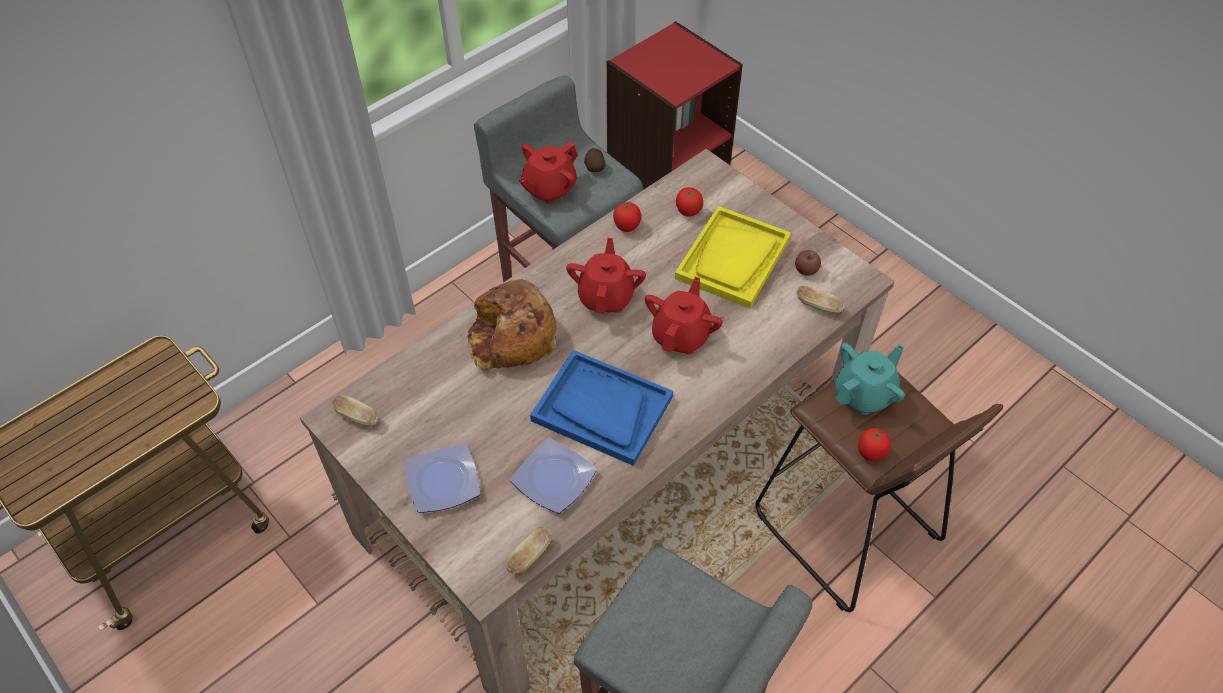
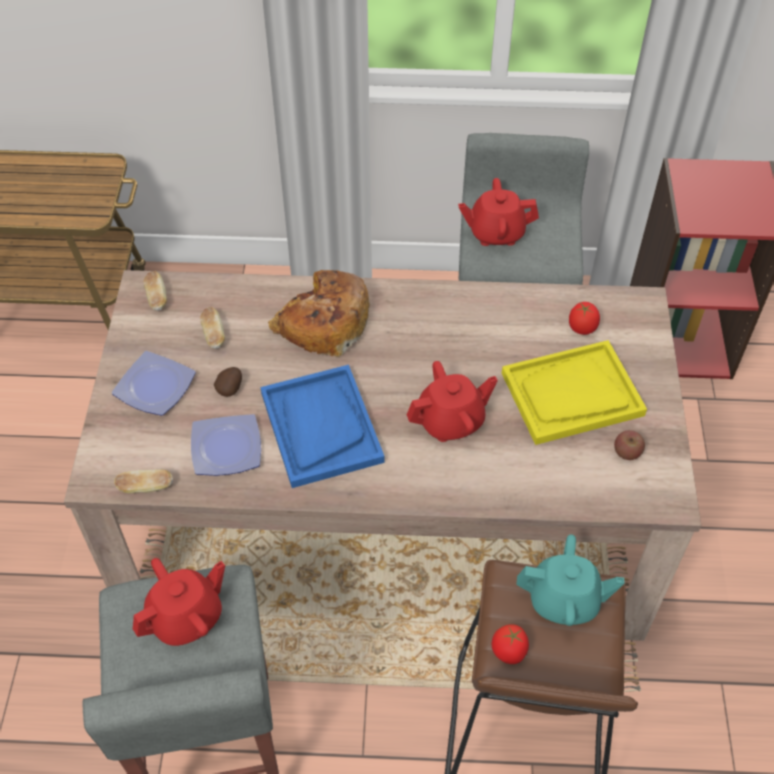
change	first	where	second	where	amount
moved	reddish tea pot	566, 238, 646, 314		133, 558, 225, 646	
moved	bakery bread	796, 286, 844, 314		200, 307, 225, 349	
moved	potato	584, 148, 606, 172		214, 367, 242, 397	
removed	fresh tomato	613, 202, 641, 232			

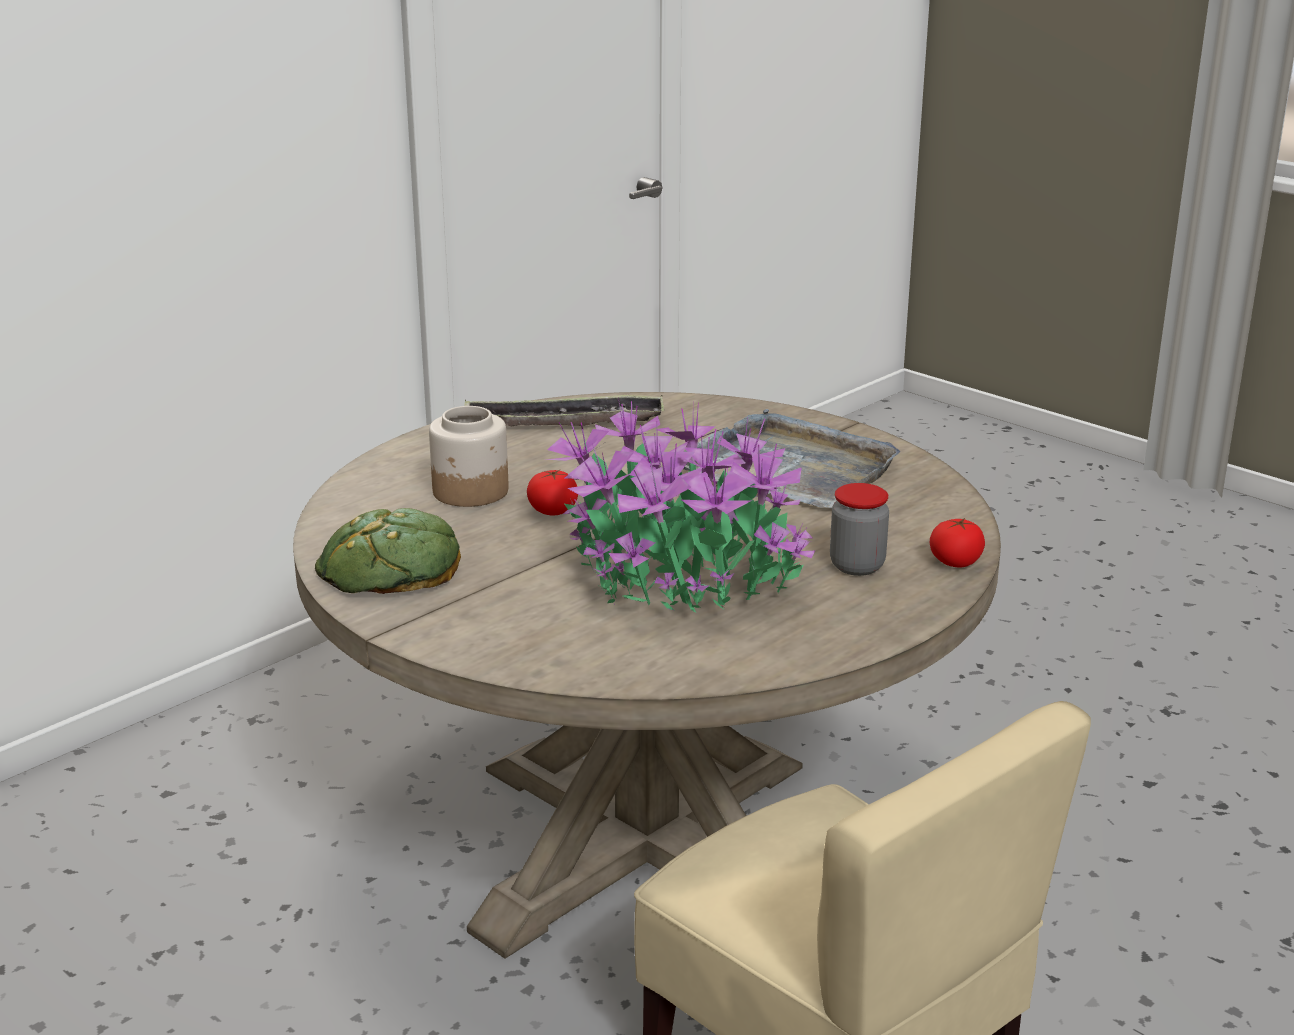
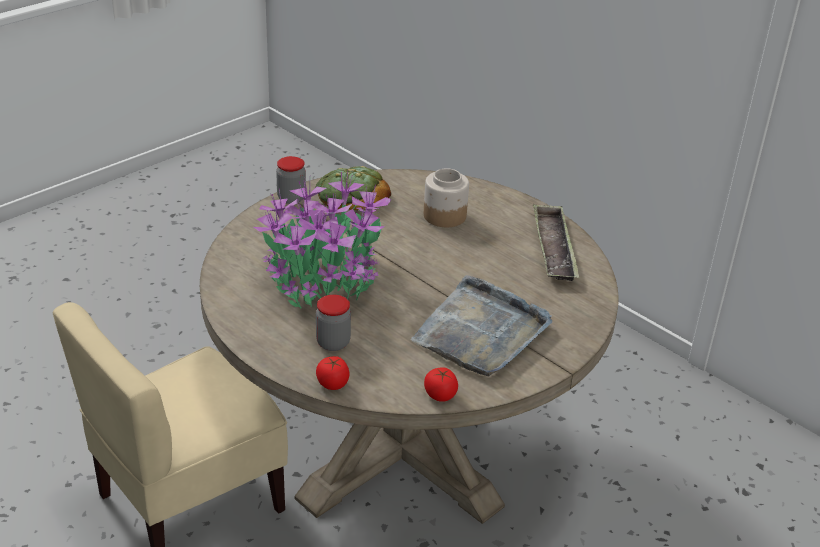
change	first	where	second	where	amount
added			storage jar	276, 156, 306, 204	
moved	fresh tomato	527, 469, 578, 515		424, 367, 458, 402	

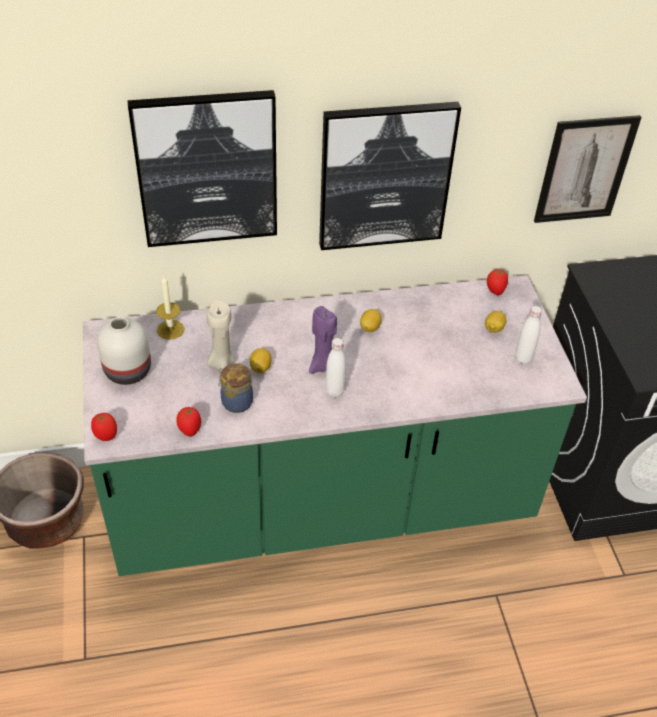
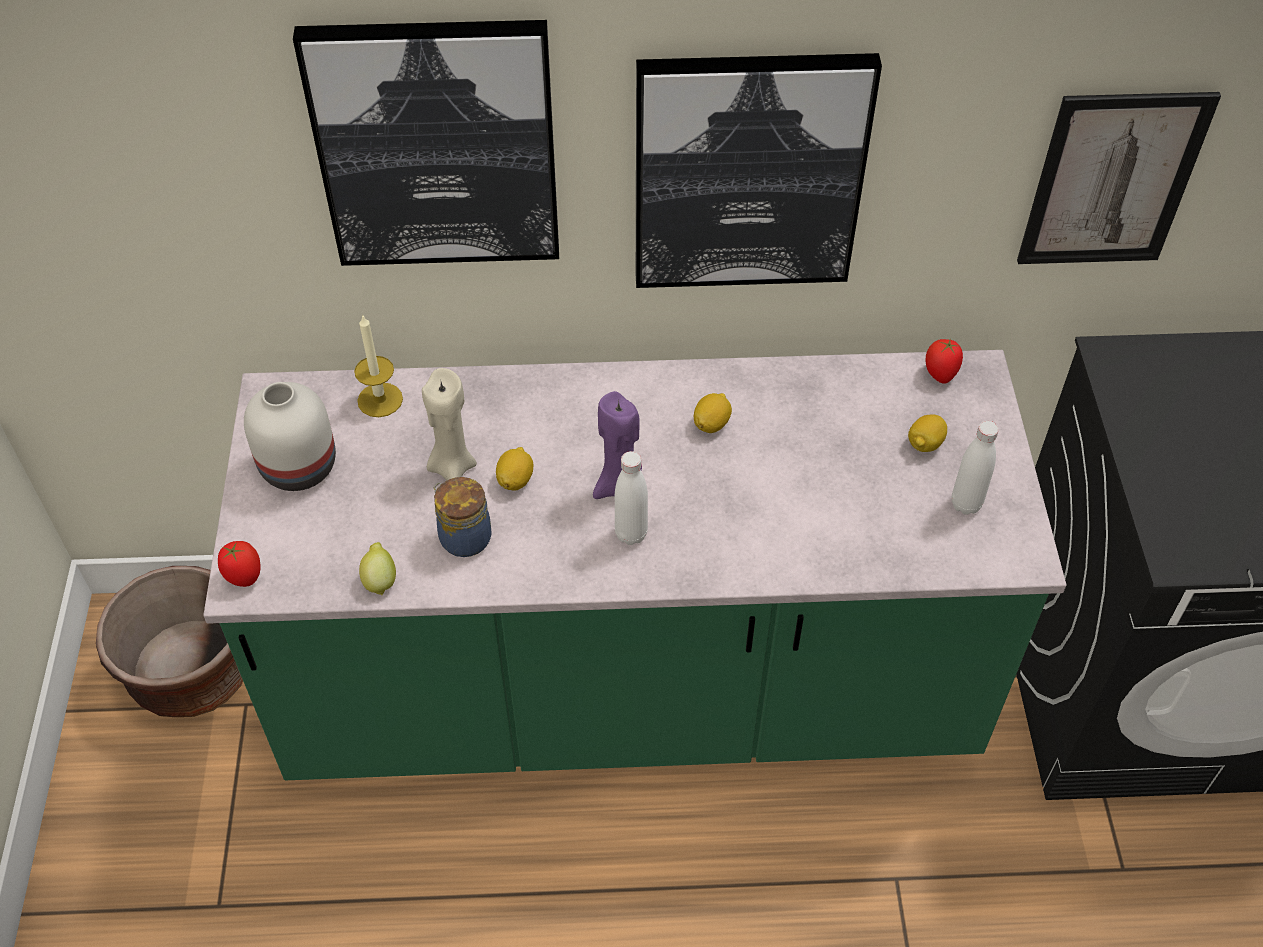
change	first	where	second	where	amount
replaced	fresh tomato	177, 407, 201, 437	lemon	359, 542, 396, 596	

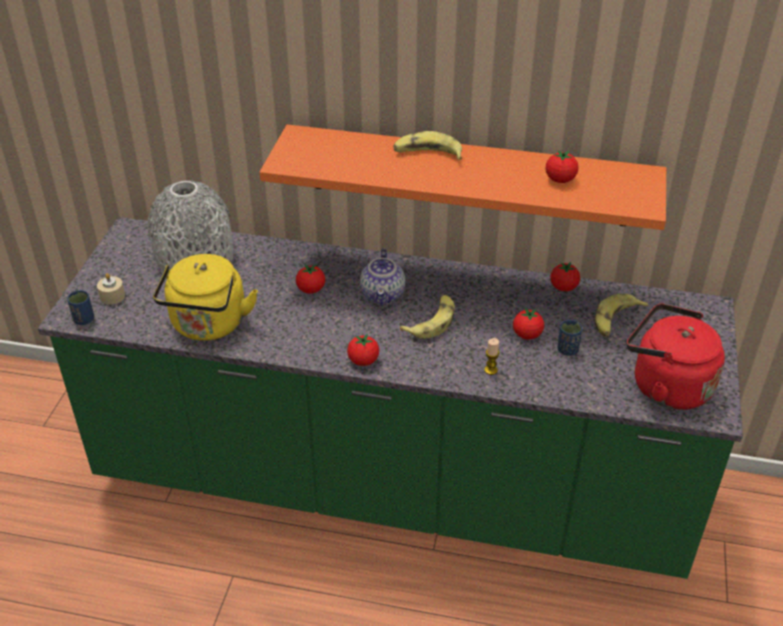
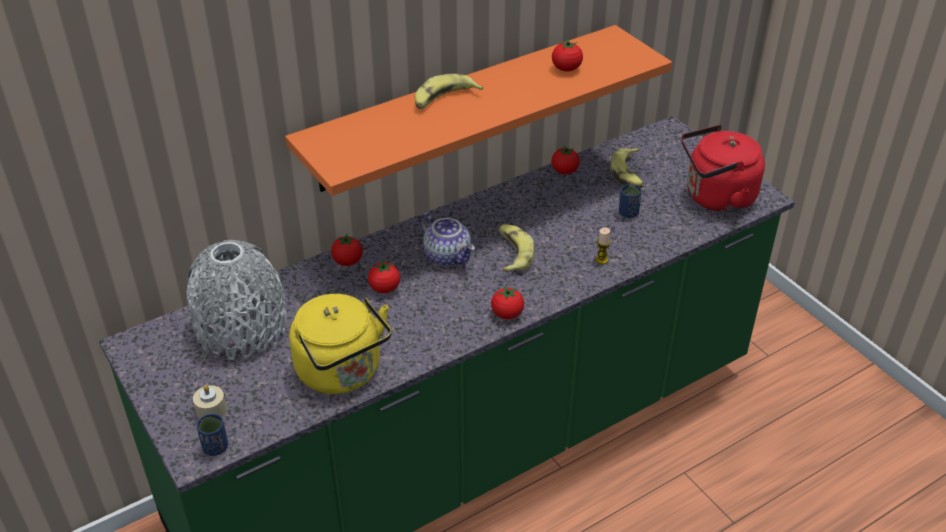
change	first	where	second	where	amount
moved	fresh tomato	513, 307, 544, 340		331, 234, 363, 266	

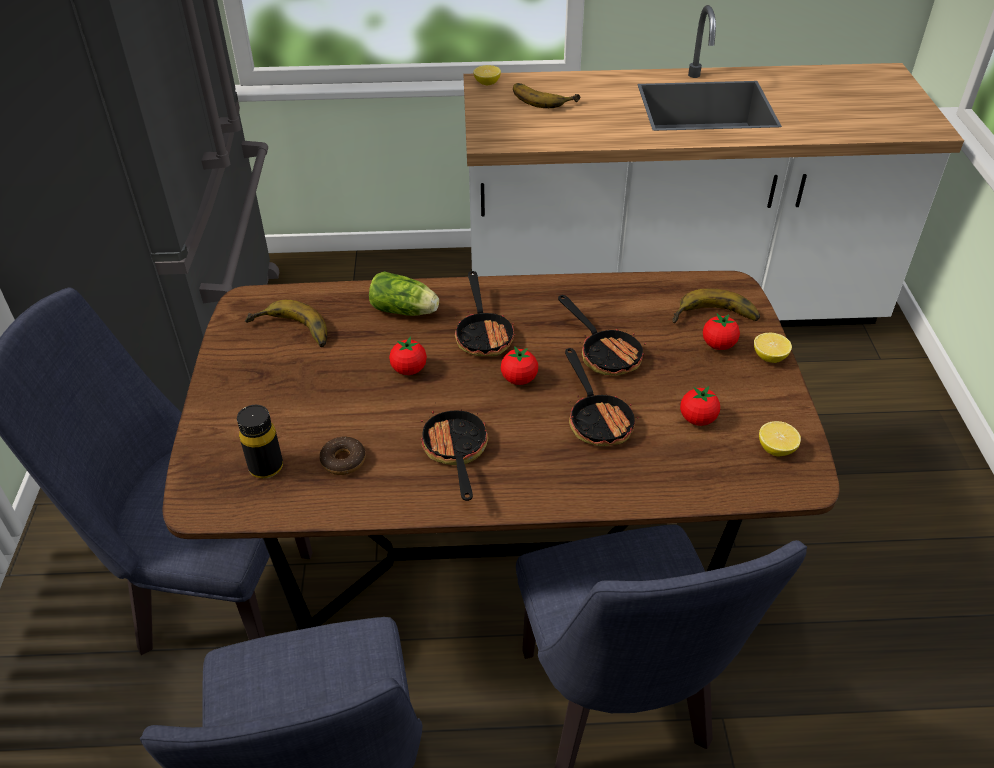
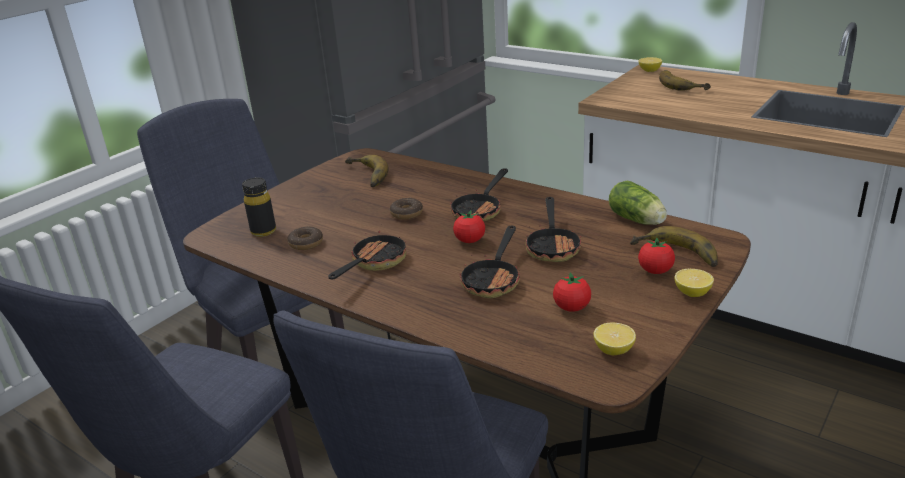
change	first	where	second	where	amount
replaced	fresh tomato	389, 336, 427, 375	ring doughnut	390, 198, 423, 219	
moved	lettuce	369, 271, 439, 316		609, 181, 667, 225	

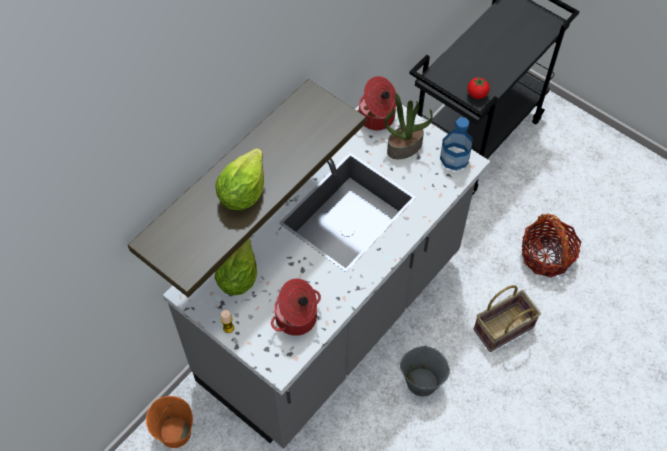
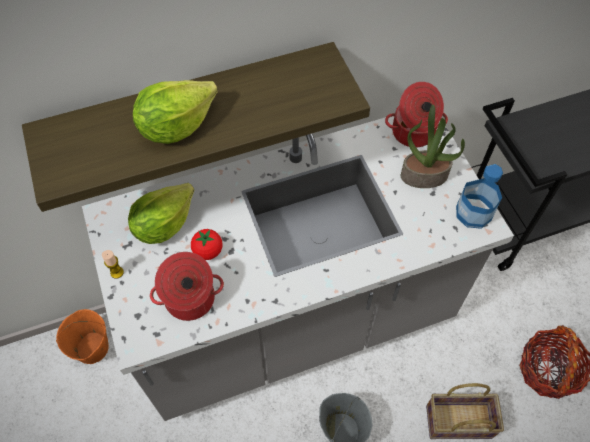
change	first	where	second	where	amount
moved	fresh tomato	467, 77, 490, 99		191, 229, 222, 260	

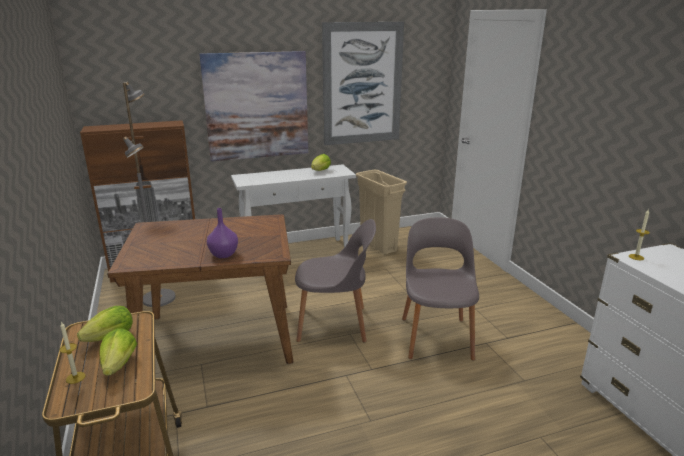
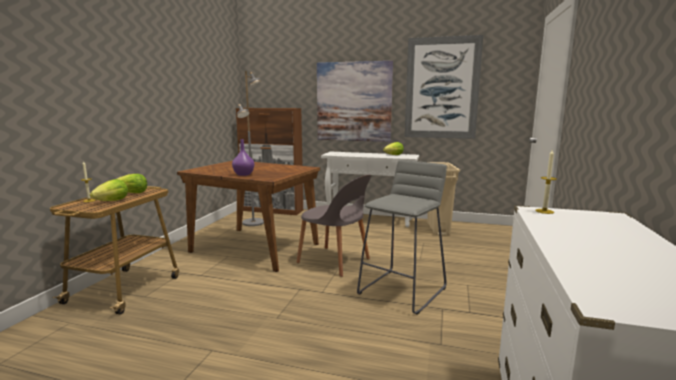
change	first	where	second	where	amount
replaced	gray plain chair	402, 218, 479, 360	gray stool	357, 160, 447, 314	

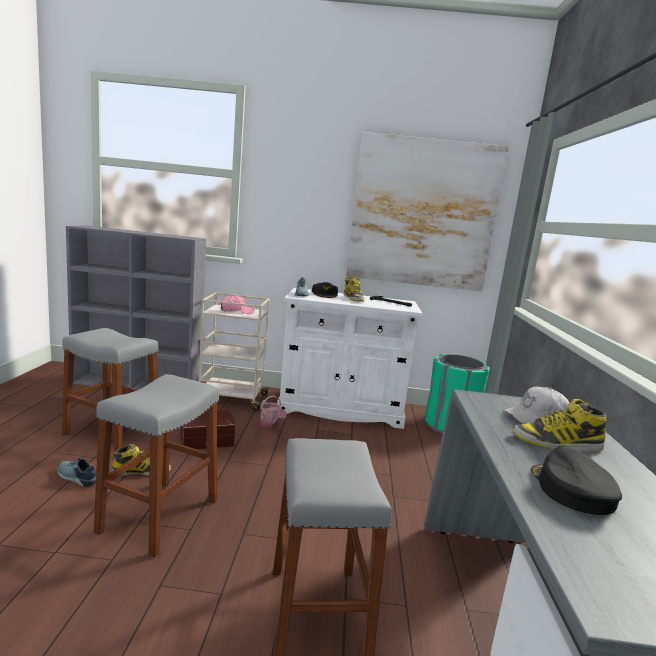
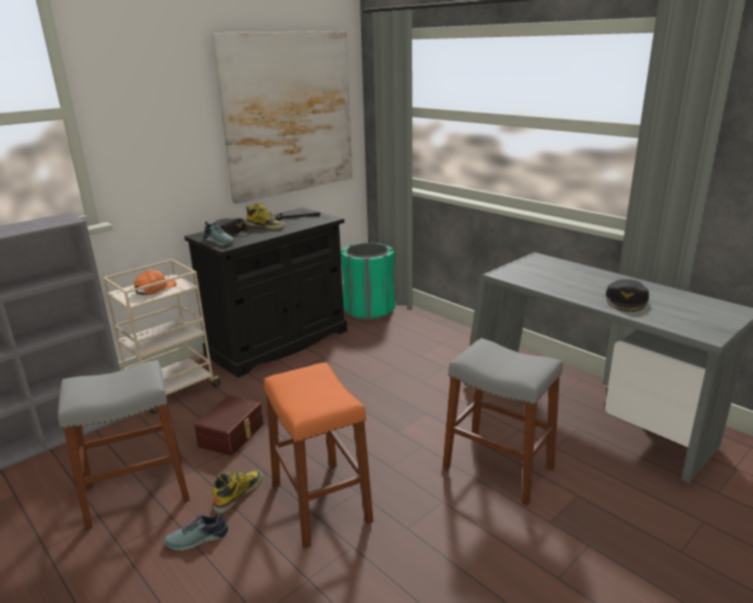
change	first	where	second	where	amount
recoloured	pink-coloured baseball cap	221, 295, 255, 314	orange baseball cap	134, 270, 177, 295	
recoloured	whitish cabinet	277, 288, 423, 429	blackish cabinet	184, 207, 347, 378	
recoloured	gray stool	94, 374, 219, 558	orange stool	264, 362, 373, 549	
turned	blackish baseball cap	531, 445, 622, 515		606, 279, 649, 312	105 degrees counterclockwise
removed	sprinkling can	260, 396, 287, 428			
removed	whitish baseball cap	503, 387, 569, 424			
removed	high-top boot	512, 399, 608, 452			

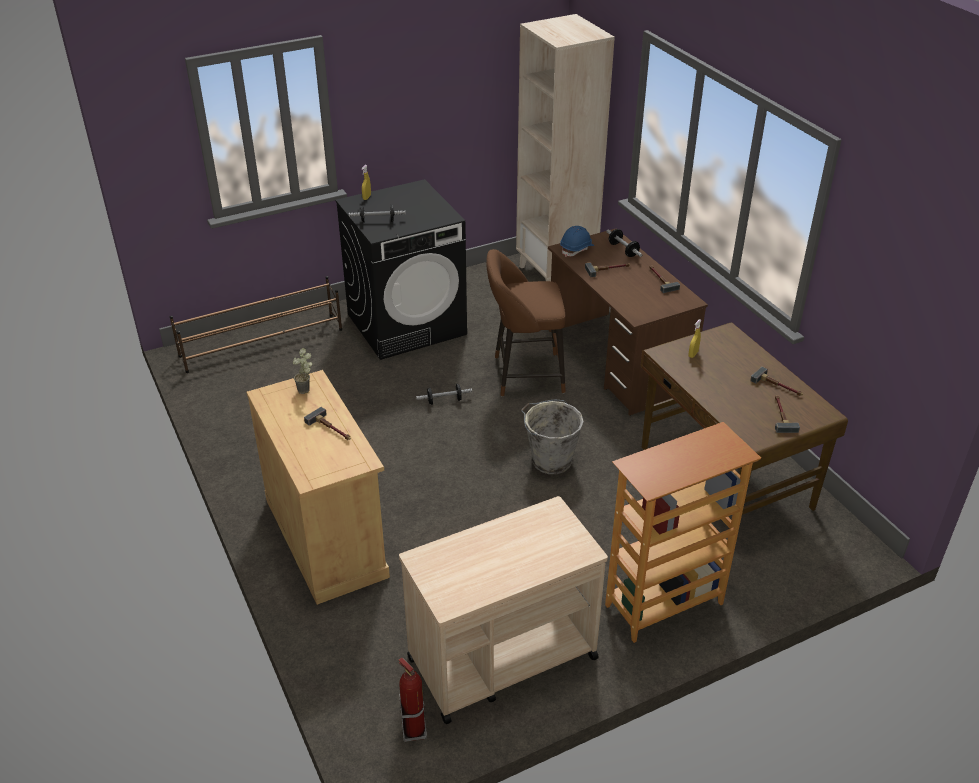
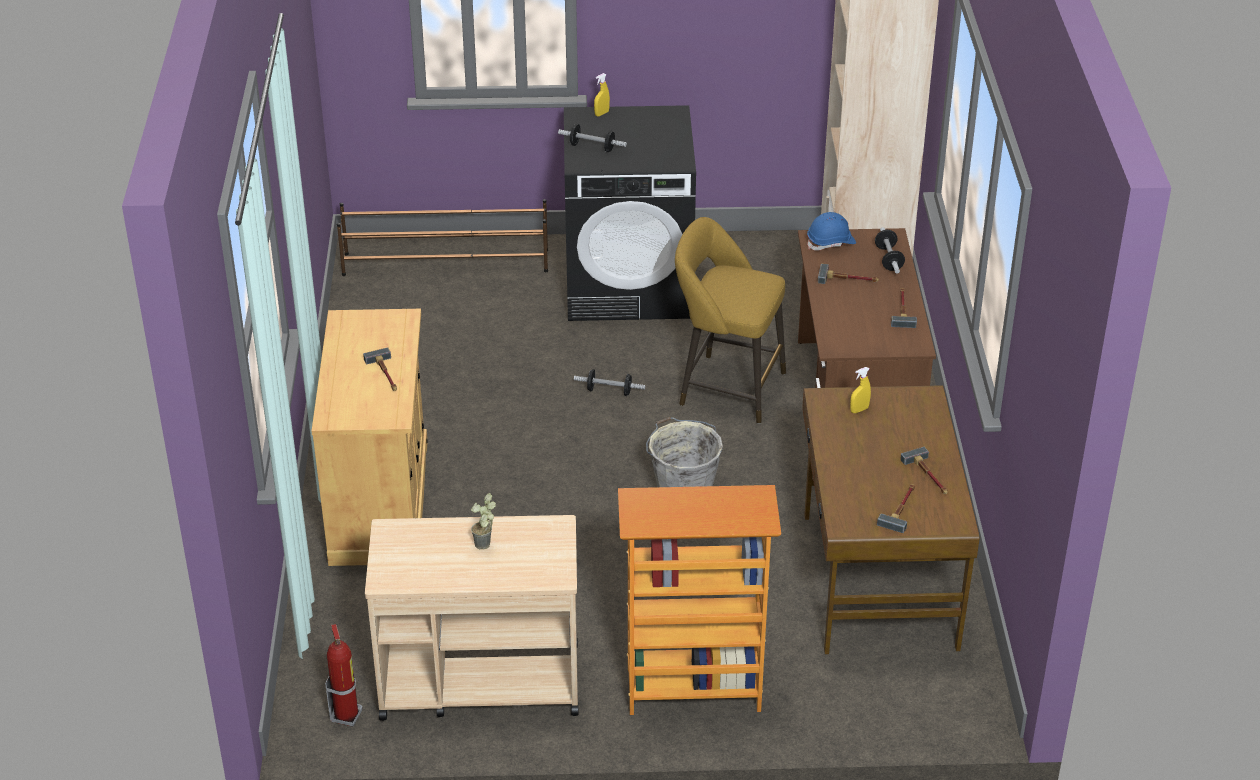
change	first	where	second	where	amount
moved	houseplant	293, 348, 312, 394		471, 493, 496, 549	
recoloured	brown-coloured stool	486, 249, 566, 396	yellowish stool	675, 217, 786, 424	

